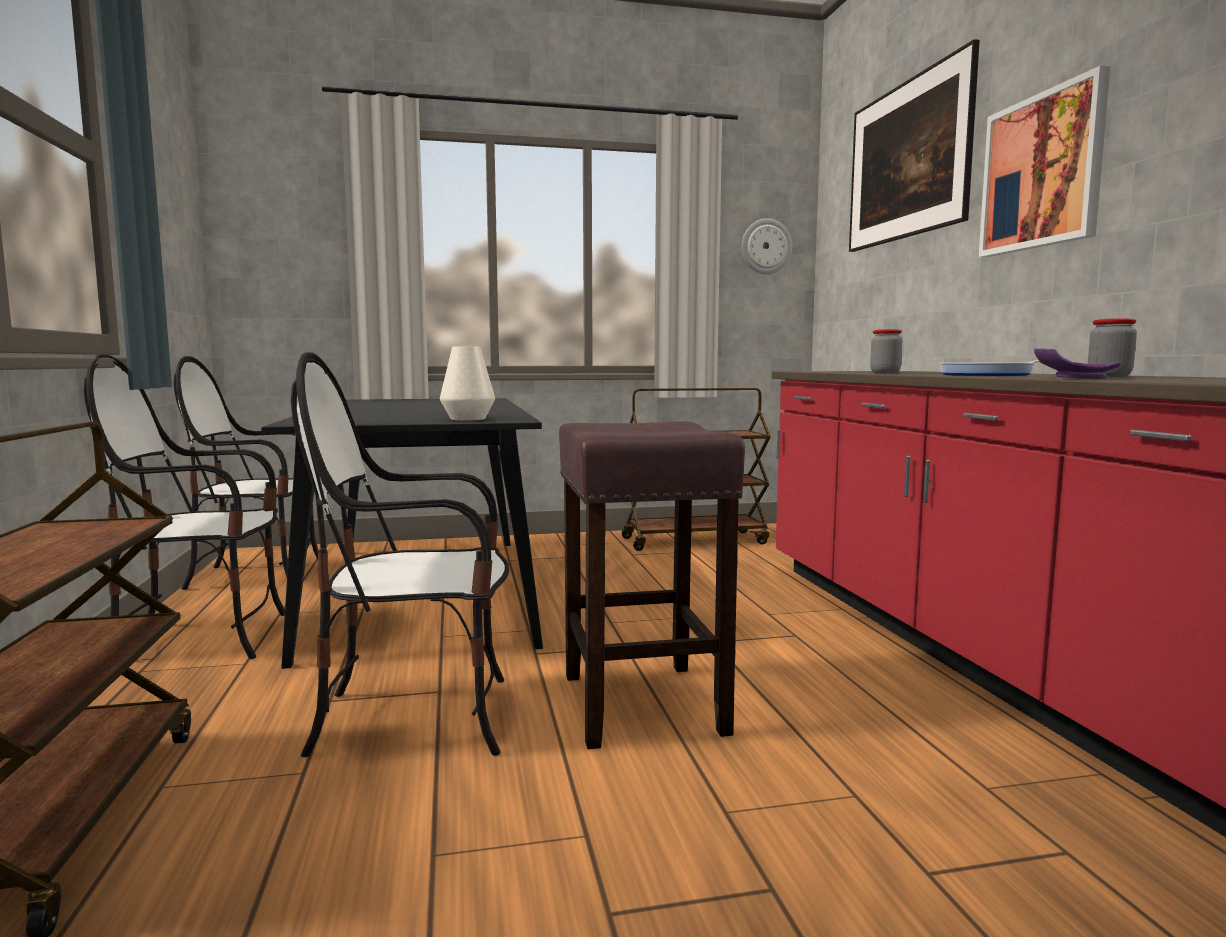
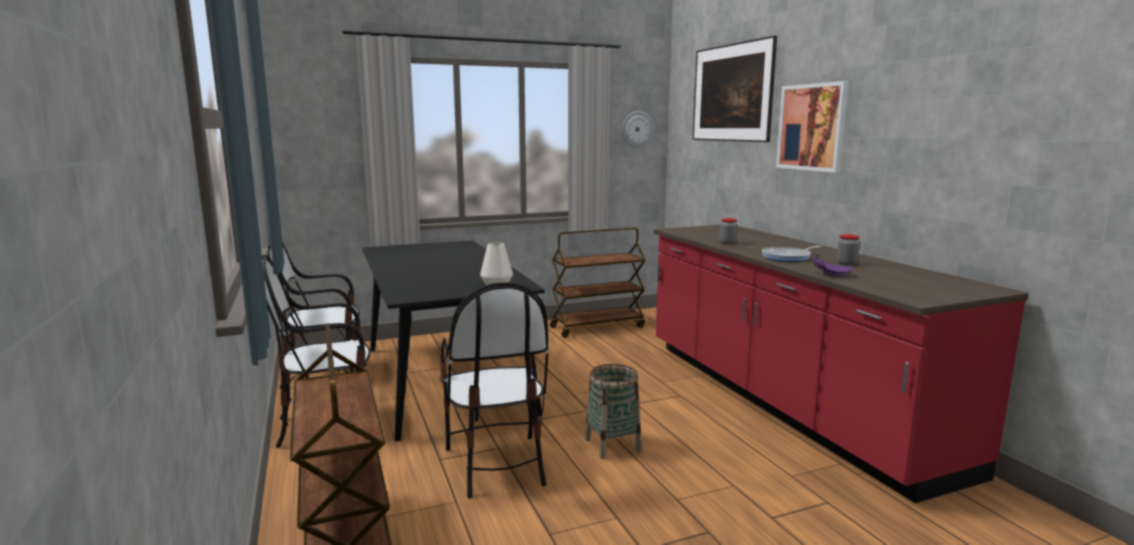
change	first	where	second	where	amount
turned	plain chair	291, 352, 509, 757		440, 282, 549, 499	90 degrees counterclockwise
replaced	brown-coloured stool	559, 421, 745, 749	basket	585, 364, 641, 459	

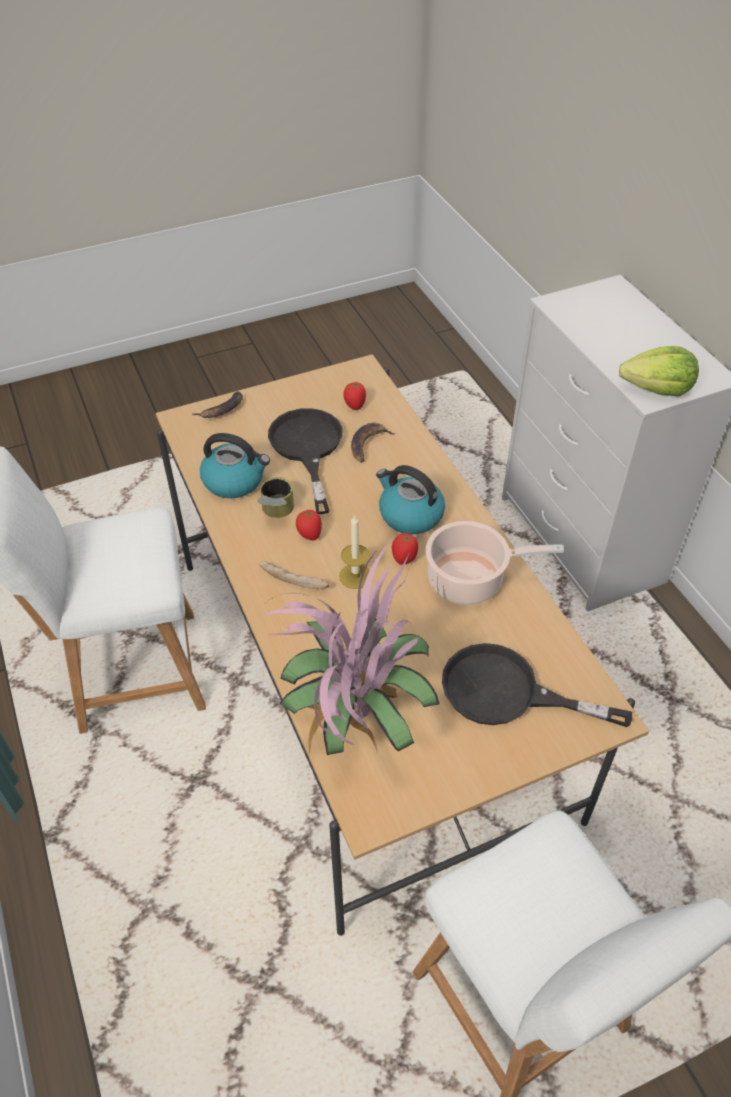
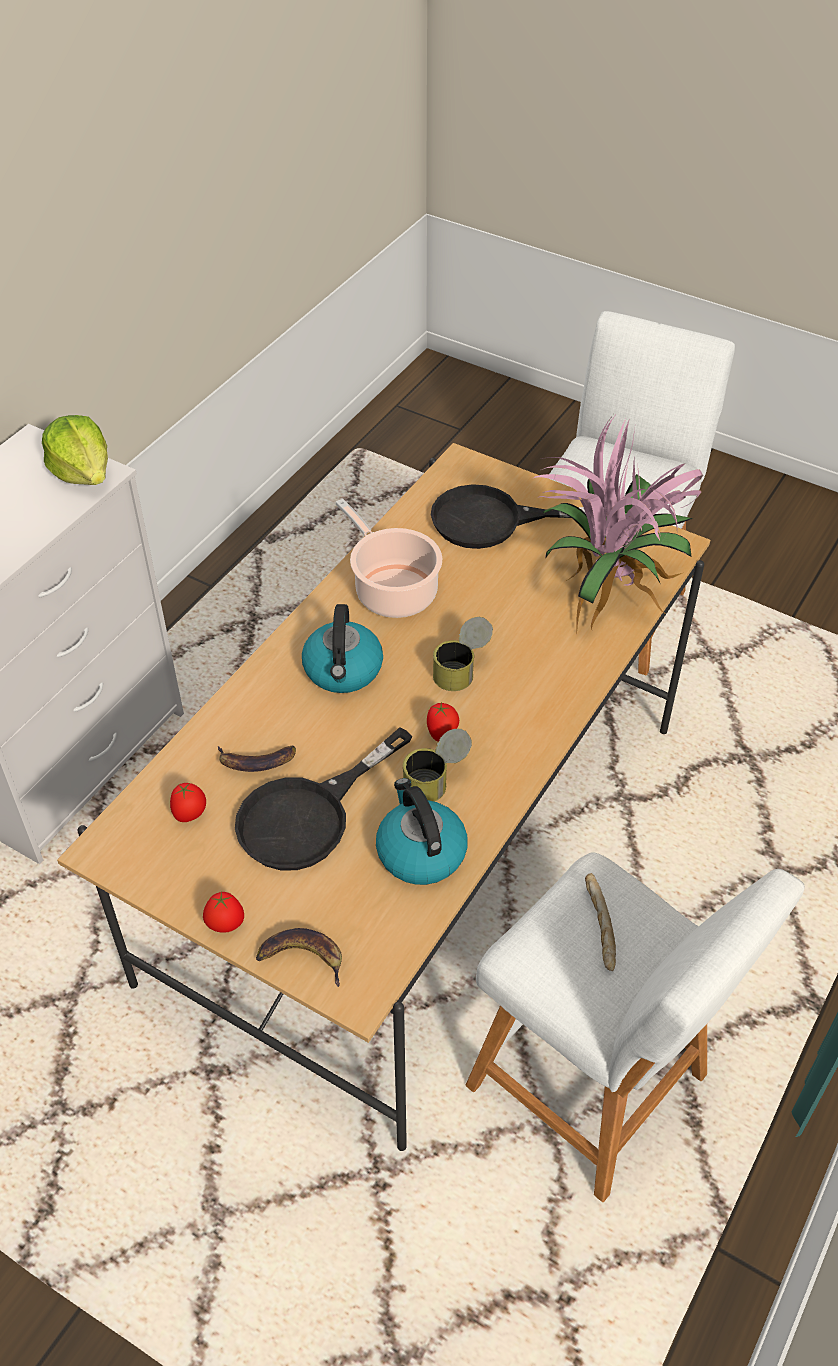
change	first	where	second	where	amount
moved	fresh tomato	392, 533, 418, 565		203, 892, 244, 933	
turned	blackish frying pan	442, 643, 632, 727		431, 484, 586, 549	105 degrees clockwise
replaced	candle	339, 515, 370, 589	can	433, 617, 493, 691	
moved	bakery bread	259, 561, 329, 589		585, 873, 616, 971	

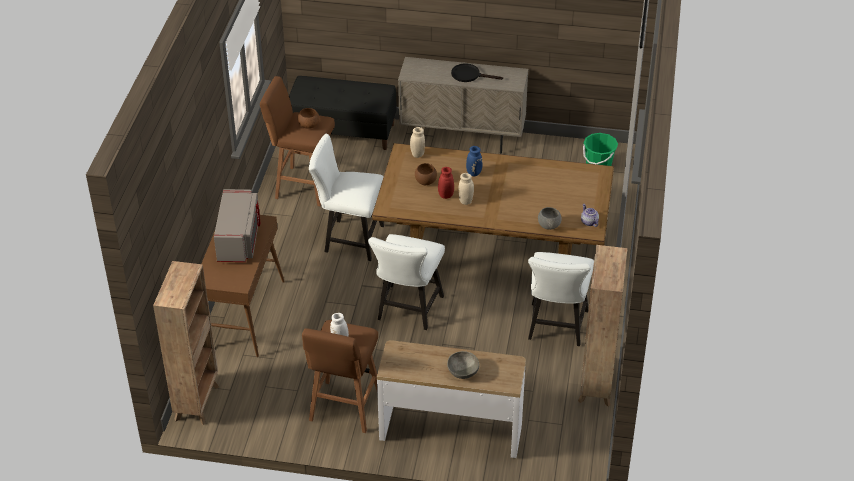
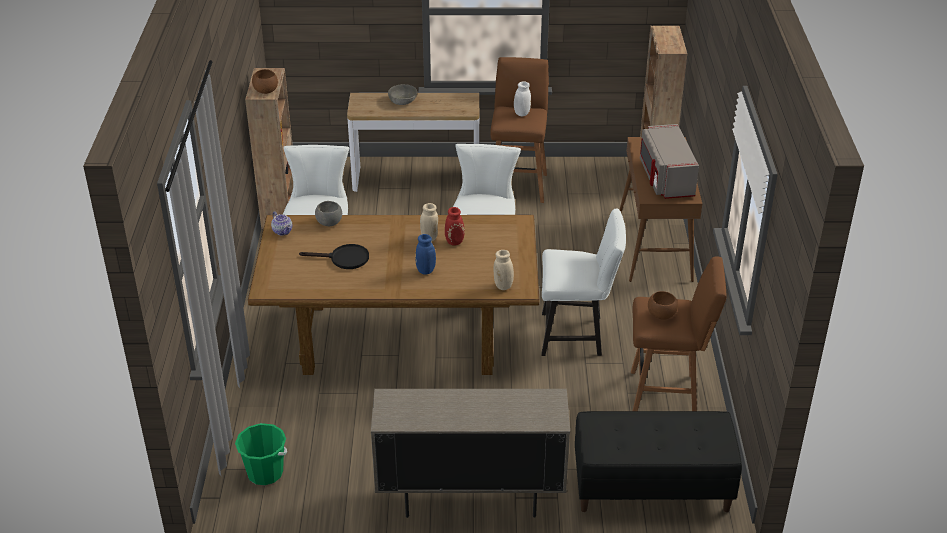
change	first	where	second	where	amount
moved	brown-coloured bowl	415, 163, 437, 185		252, 69, 278, 94	
moved	blackish frying pan	451, 63, 503, 82		299, 244, 369, 269	

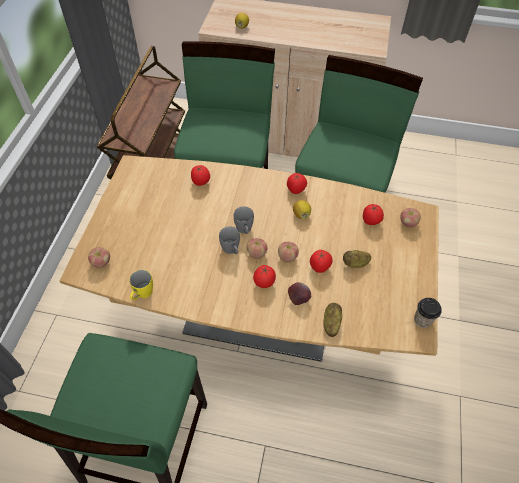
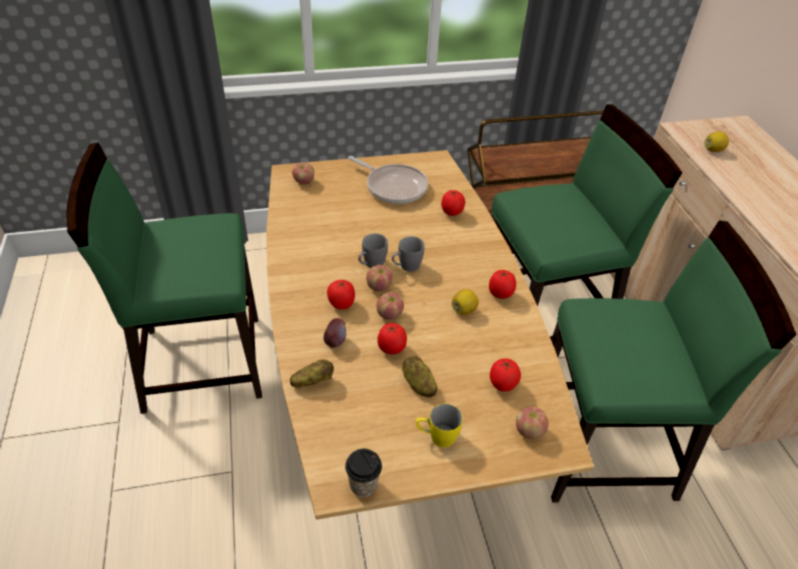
change	first	where	second	where	amount
added			frying pan	348, 156, 428, 204	
moved	yellowish mug	129, 270, 153, 300		416, 404, 463, 447	

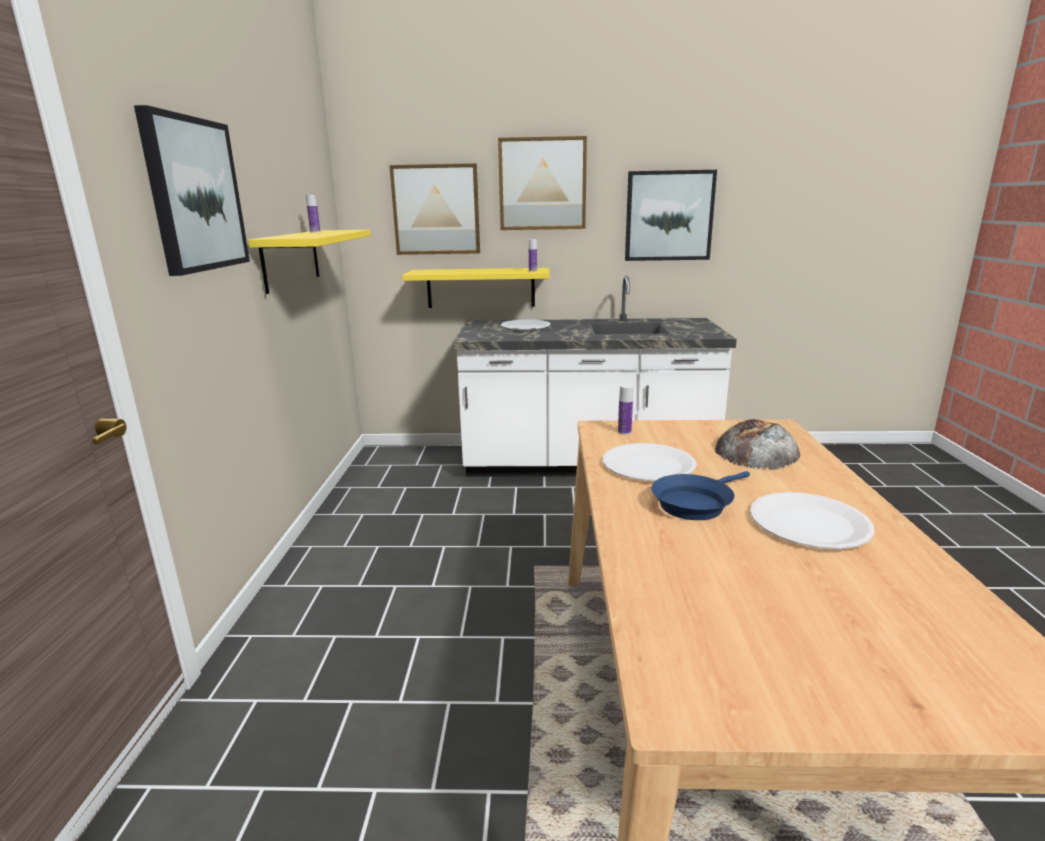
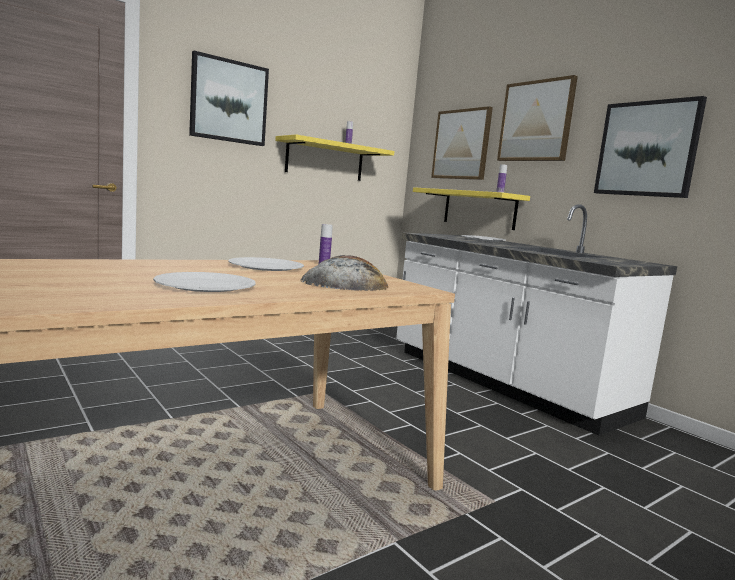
change	first	where	second	where	amount
removed	bluish frying pan	651, 471, 750, 520			

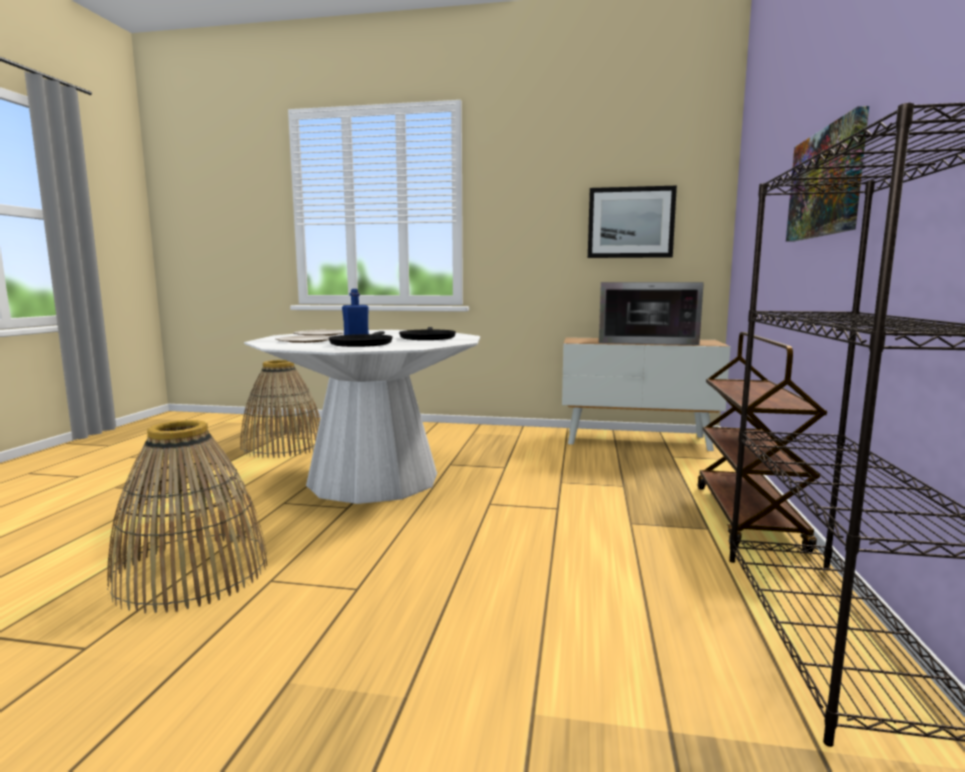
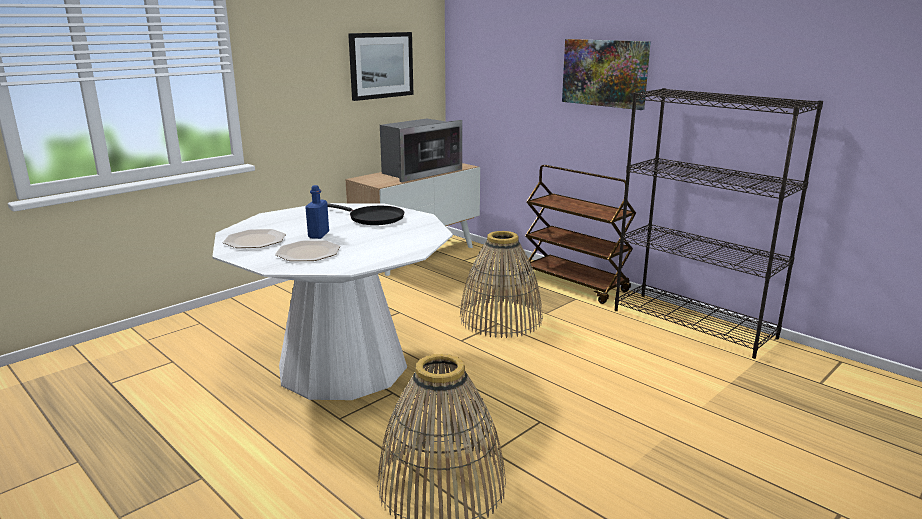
change	first	where	second	where	amount
moved	basket	240, 360, 320, 458		460, 231, 543, 338	
removed	blackish frying pan	329, 331, 393, 347			

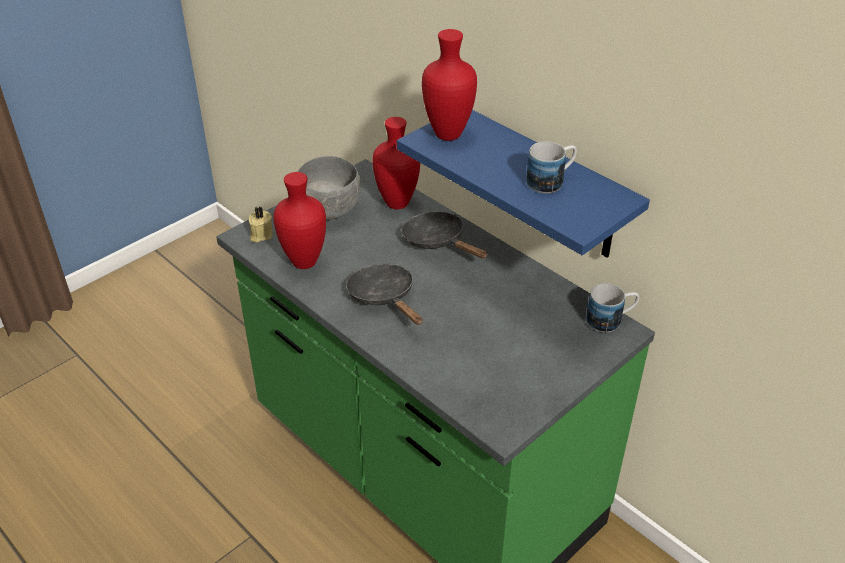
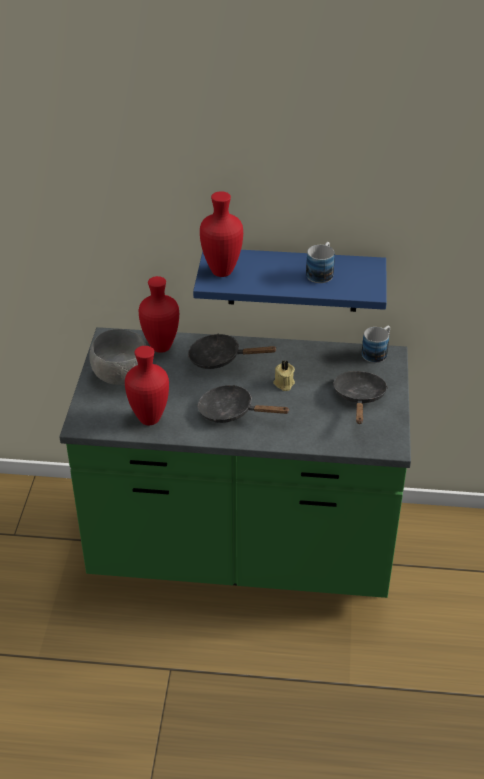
change	first	where	second	where	amount
moved	sand-coloured candle	249, 207, 273, 243		273, 361, 295, 391	
added			blackish frying pan	333, 371, 388, 424	

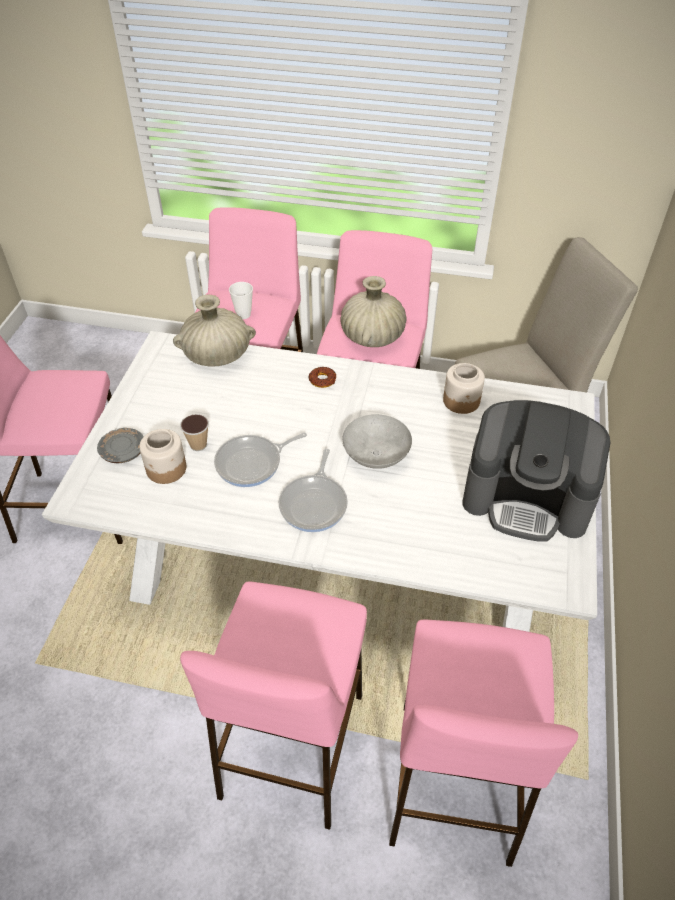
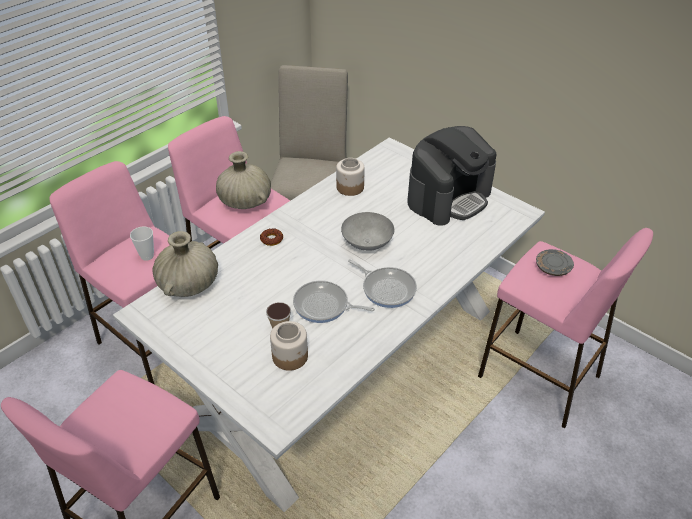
change	first	where	second	where	amount
turned	frying pan	214, 432, 307, 487		293, 280, 375, 323	105 degrees clockwise
moved	gray dinner plate	97, 428, 144, 463		536, 249, 574, 276	
removed	pink-coloured stool	180, 582, 367, 830			

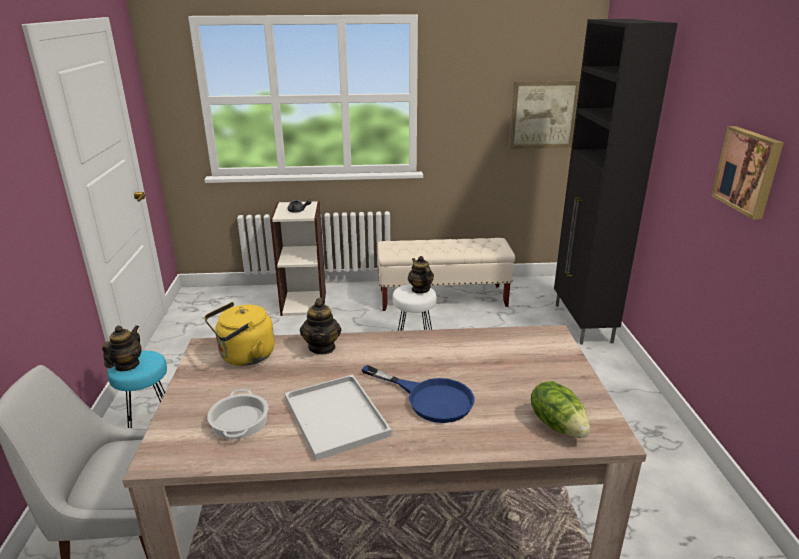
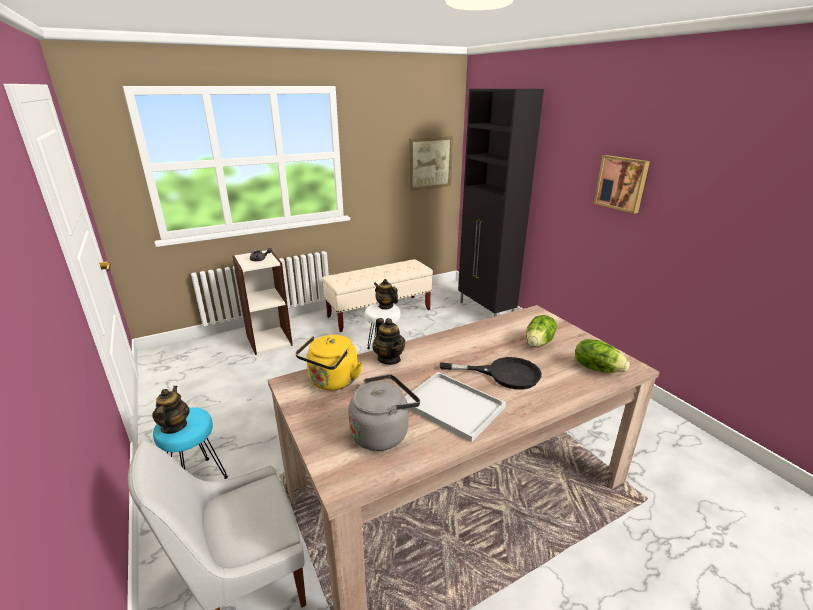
change	first	where	second	where	amount
replaced	stockpot	207, 389, 268, 440	gray water kettle	348, 374, 420, 451	
recoloured	bluish frying pan	361, 365, 474, 423	blackish frying pan	440, 357, 542, 390	
added			lettuce	526, 315, 557, 347	

